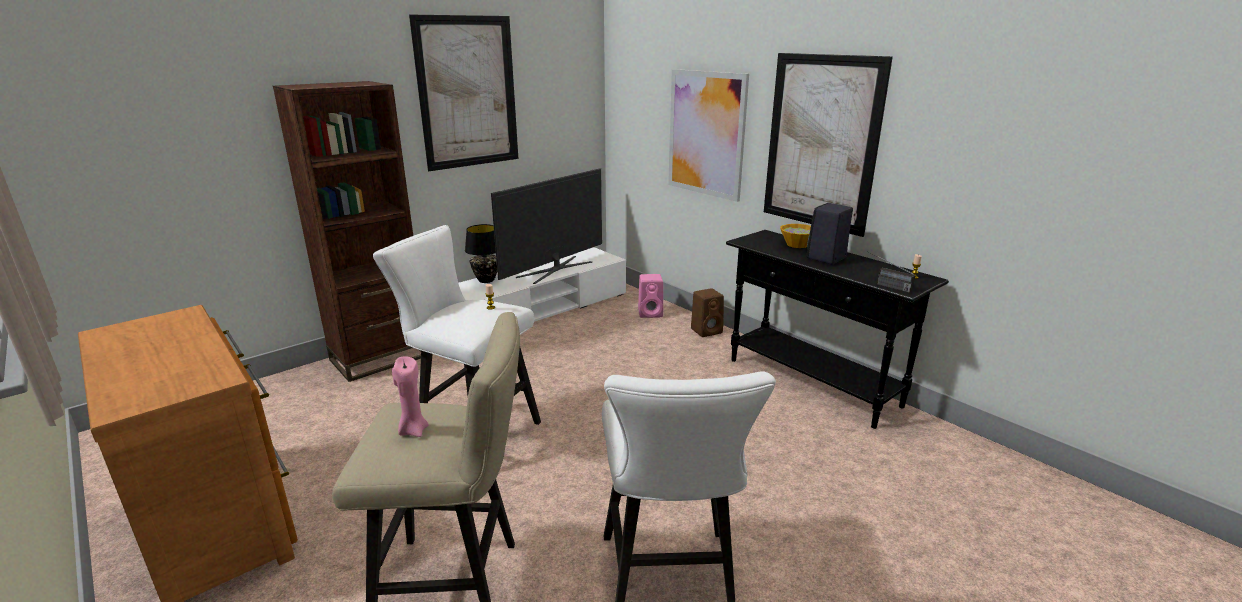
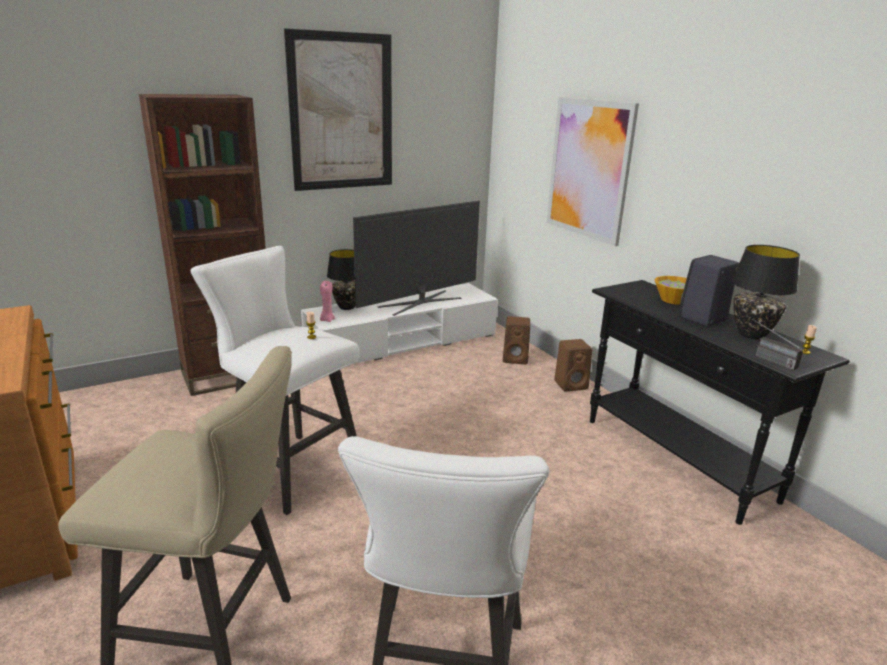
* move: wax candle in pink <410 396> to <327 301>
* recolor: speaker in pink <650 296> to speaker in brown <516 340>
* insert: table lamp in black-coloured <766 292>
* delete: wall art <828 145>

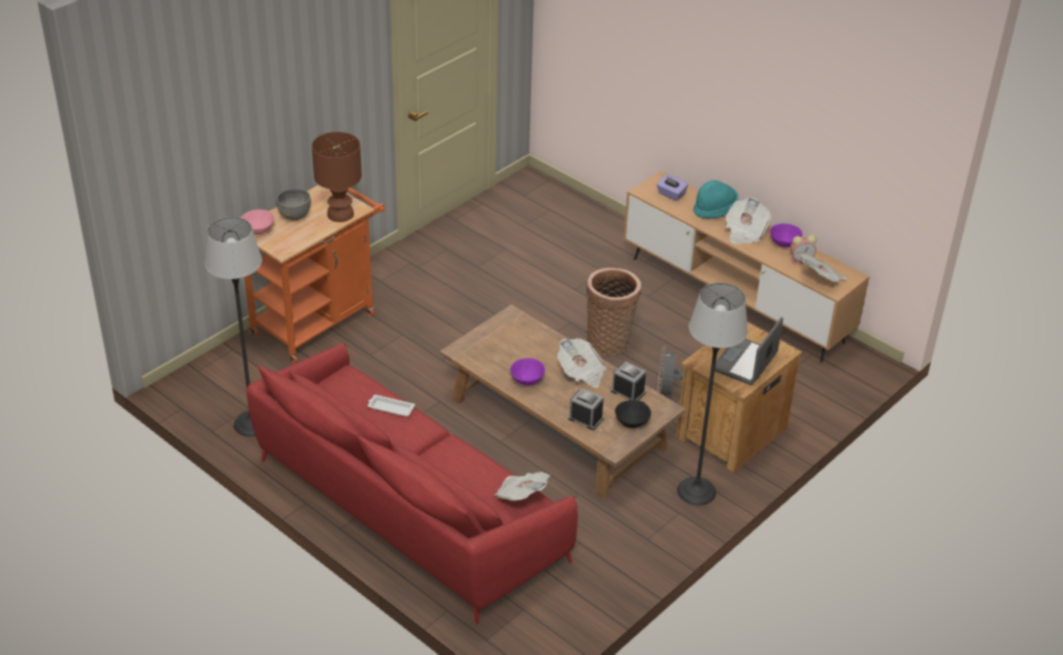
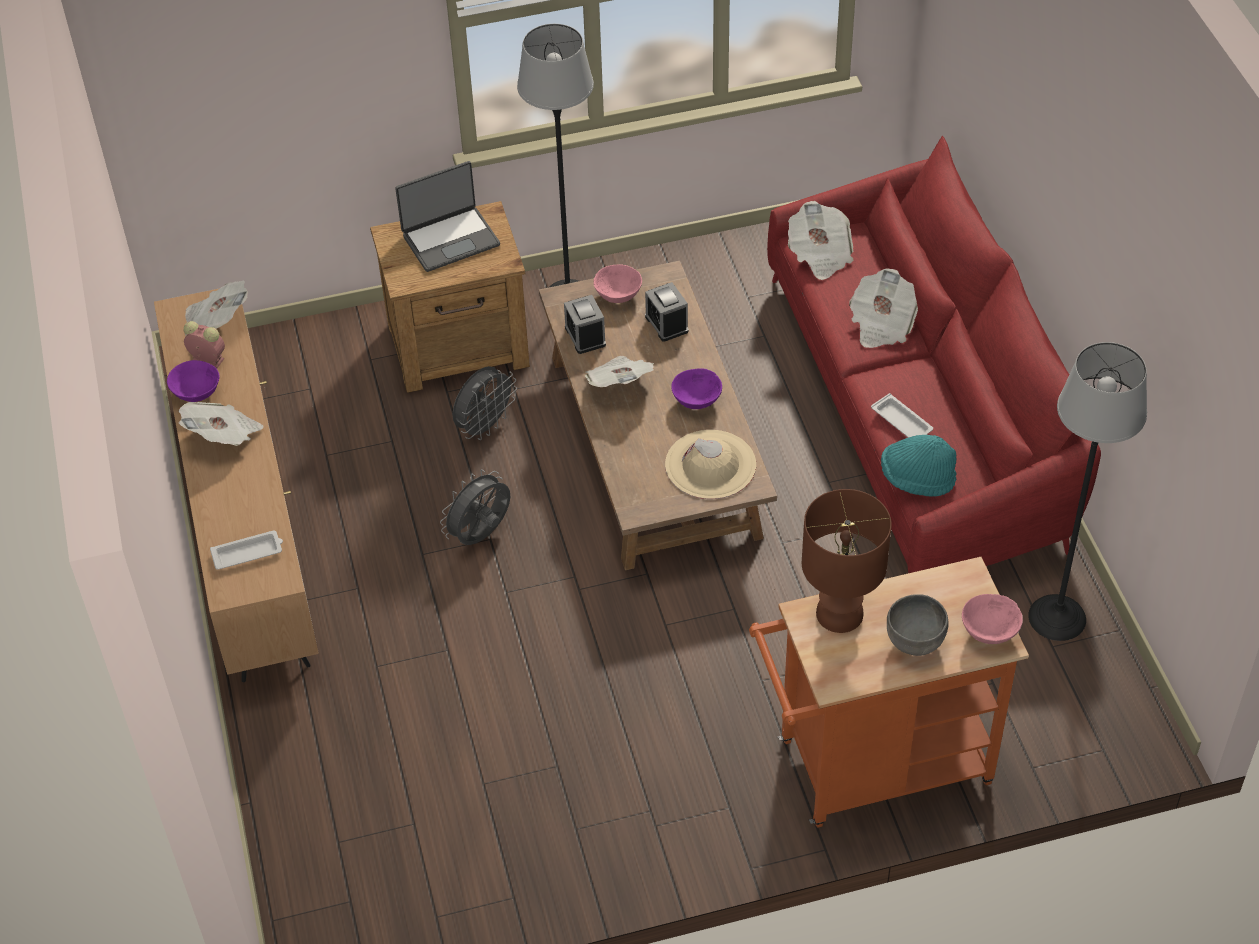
* replace: tissue holder in purple-coloured <672 188> to carrying tray in whitish <246 550>
* replace: storage basket <613 312> to electric fan in greyish <475 507>
* recolor: deep dish in black-coloured <633 414> to deep dish in pink <618 283>
* insert: clothing hat in beige <710 464>
* insert: printed paper <883 308>
* move: clothing hat in turquoise-coloured <715 199> to <919 466>

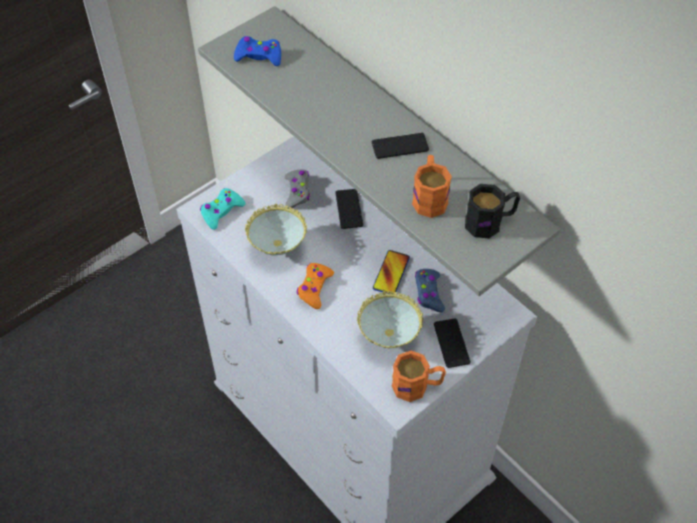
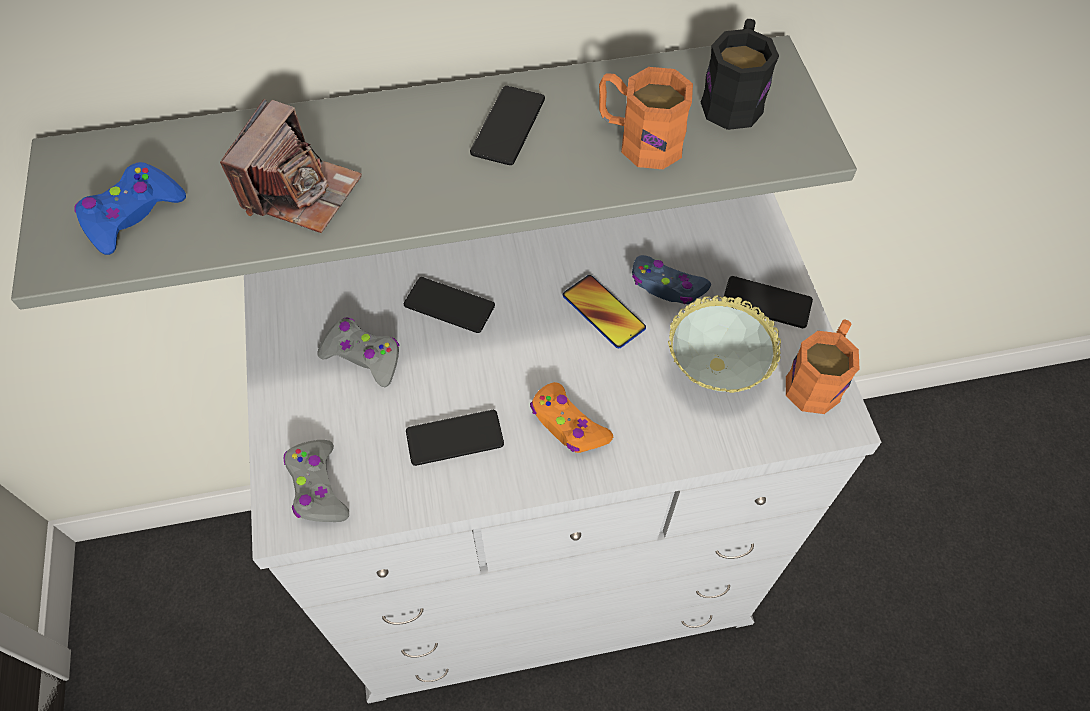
* insert: photo camera <291 166>
* recolor: joypad in turquoise-coloured <223 209> to joypad in greyish <316 481>
* replace: deep dish <276 230> to phone <455 438>

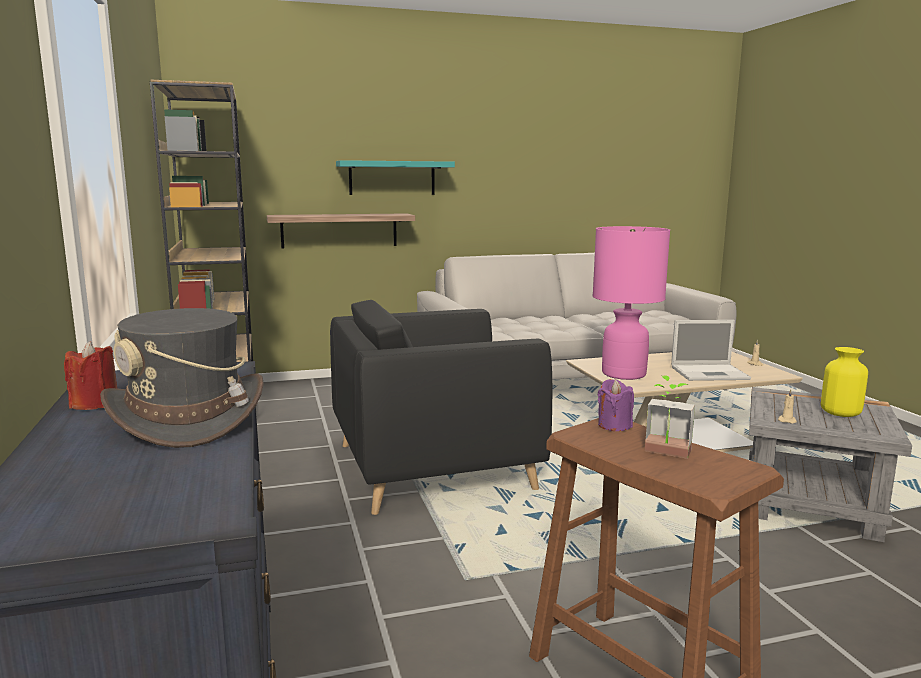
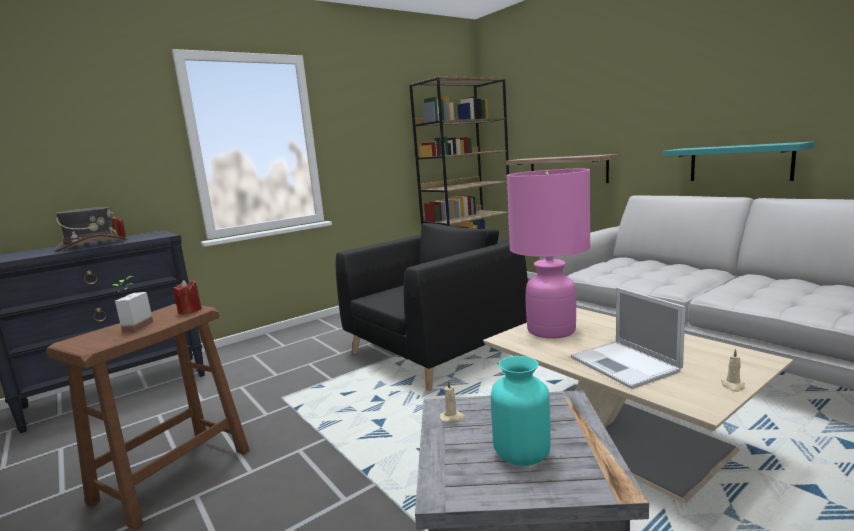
* recolor: wax candle in purple-coloured <616 405> to wax candle in red <187 297>
* rotate: lounge chair in black-coloured <441 407> = <432 307> 90 degrees clockwise
* recolor: decorative vase in yellow <844 382> to decorative vase in turquoise-coloured <520 411>
* move: shelf in turquoise-coloured <395 177> to <739 161>

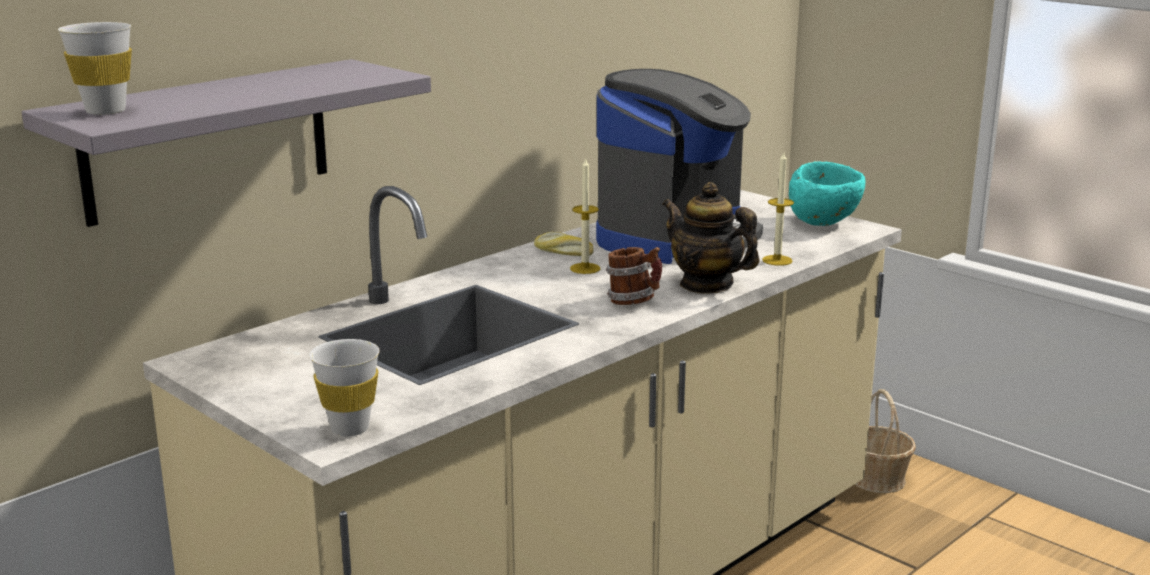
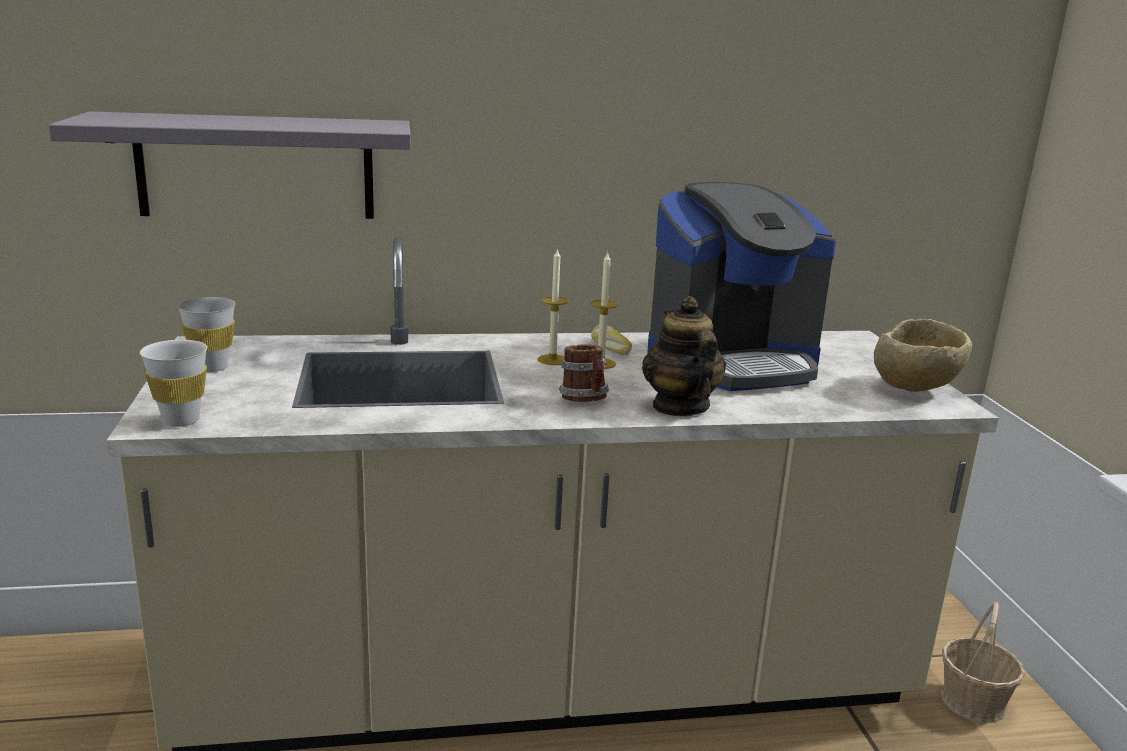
* move: small cup in whitish <95 68> to <206 334>
* move: wax candle <778 209> to <552 306>
* recolor: deep dish in turquoise-coloured <827 193> to deep dish in beige <923 355>

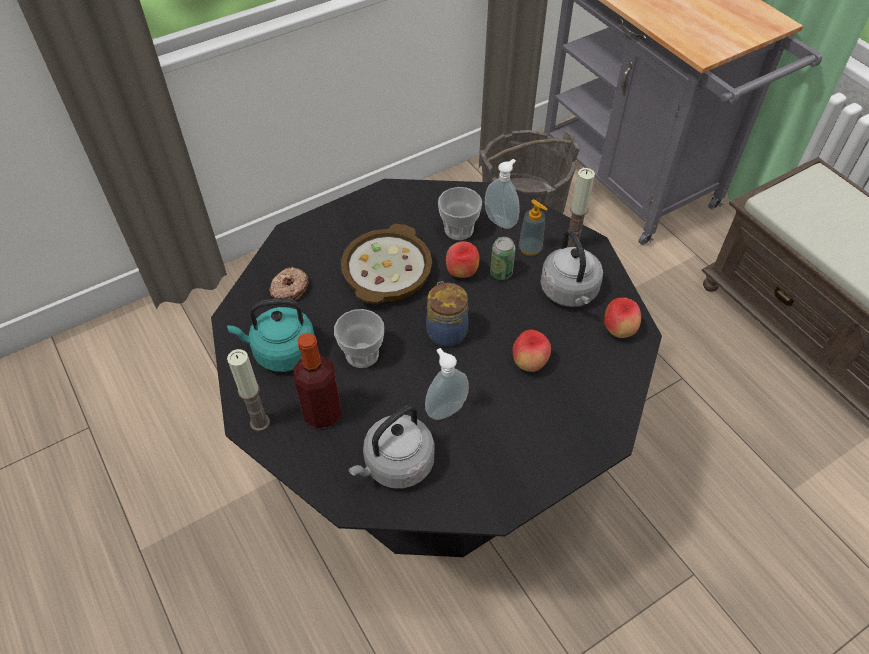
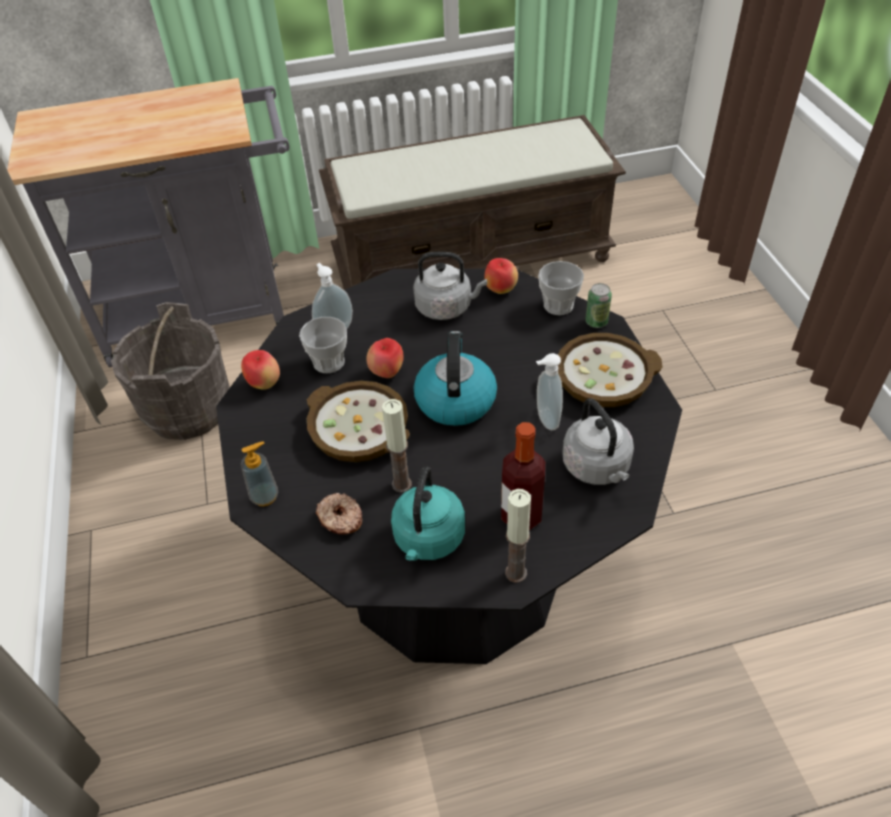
* move: apple <531 351> to <260 370>
* move: liquid soap bottle <533 227> to <259 473>
* move: wax candle <581 207> to <397 446>
* replace: jar <447 314> to kettle <455 378>
* move: small cup <359 338> to <561 288>
* insert: deep dish <610 370>
* move: metal can <503 258> to <598 305>

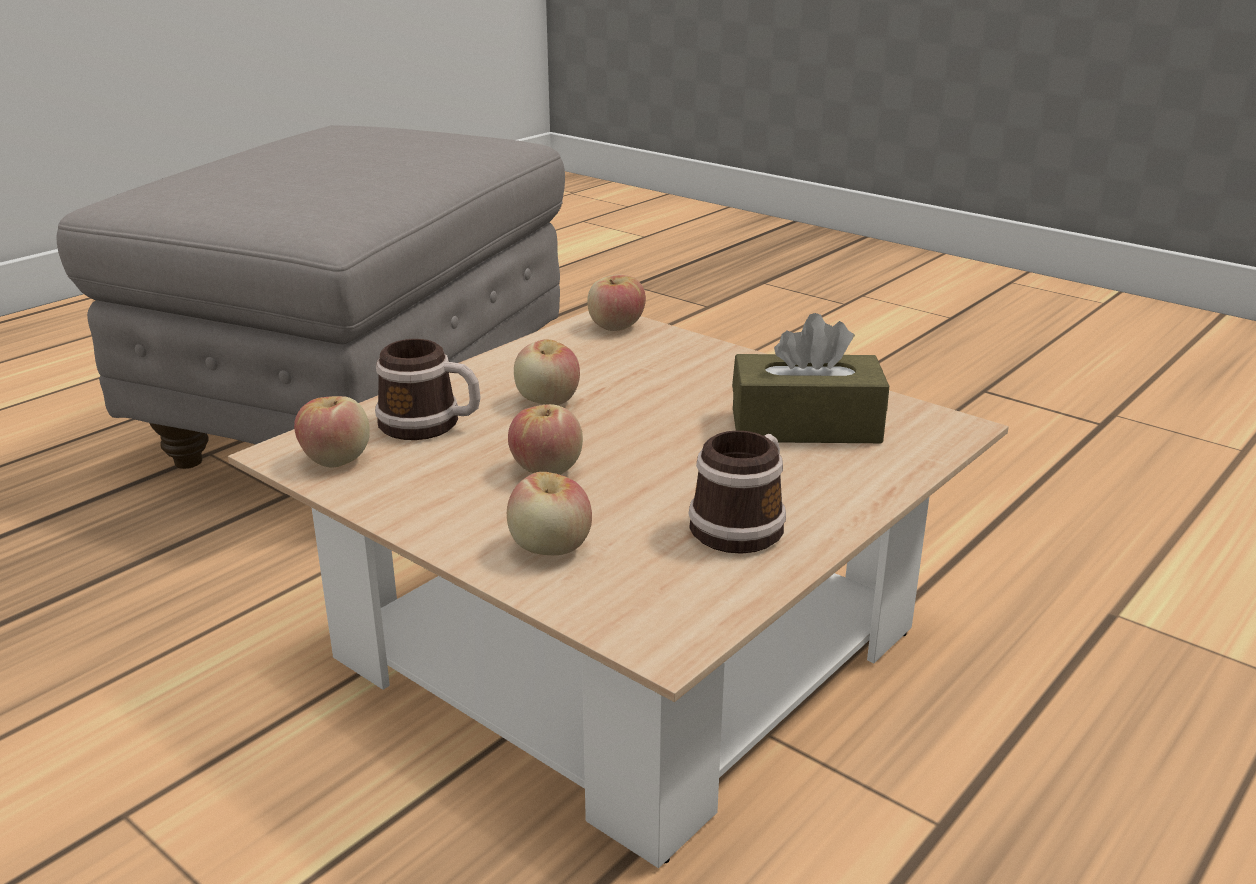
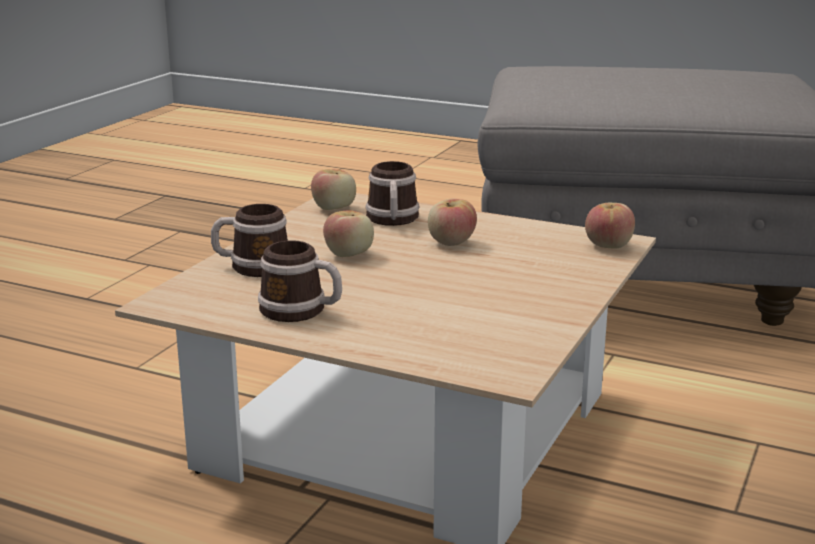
* replace: apple <549 513> to coffee mug <249 240>
* delete: tissue holder in brown <810 378>

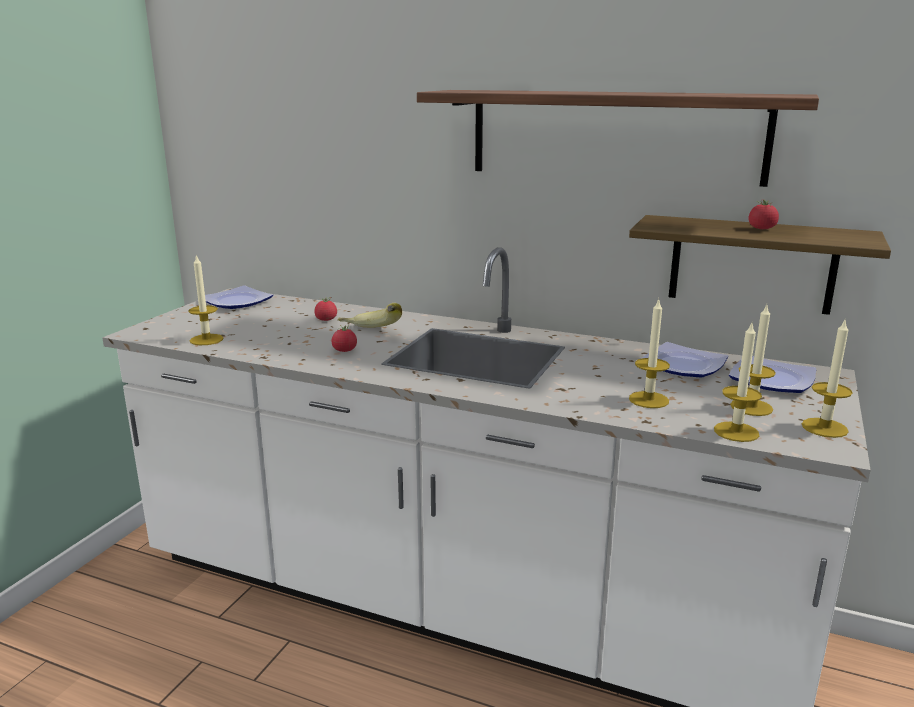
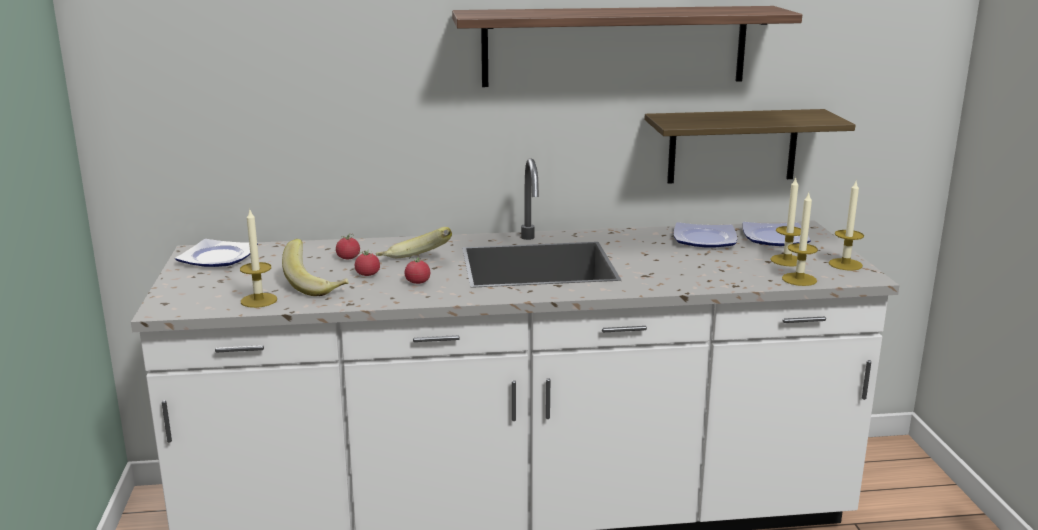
* insert: banana fruit <315 267>
* move: whole tomato <764 214> to <367 263>
* delete: wax candle <649 353>

